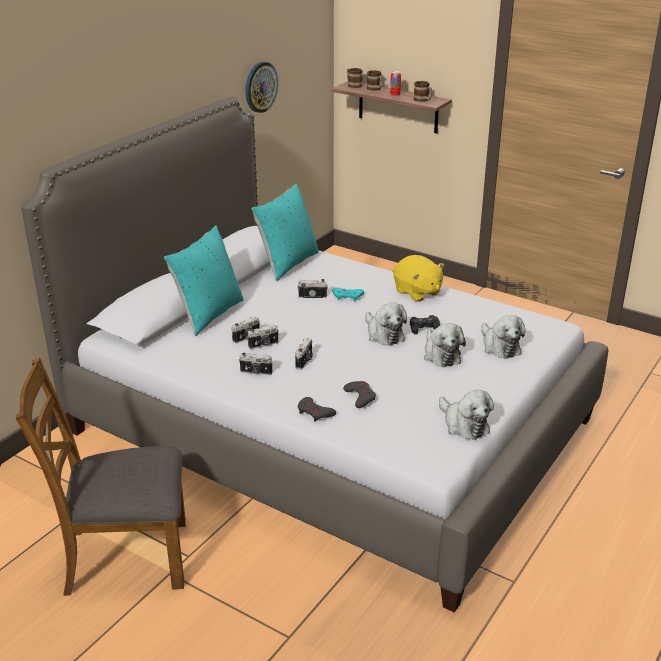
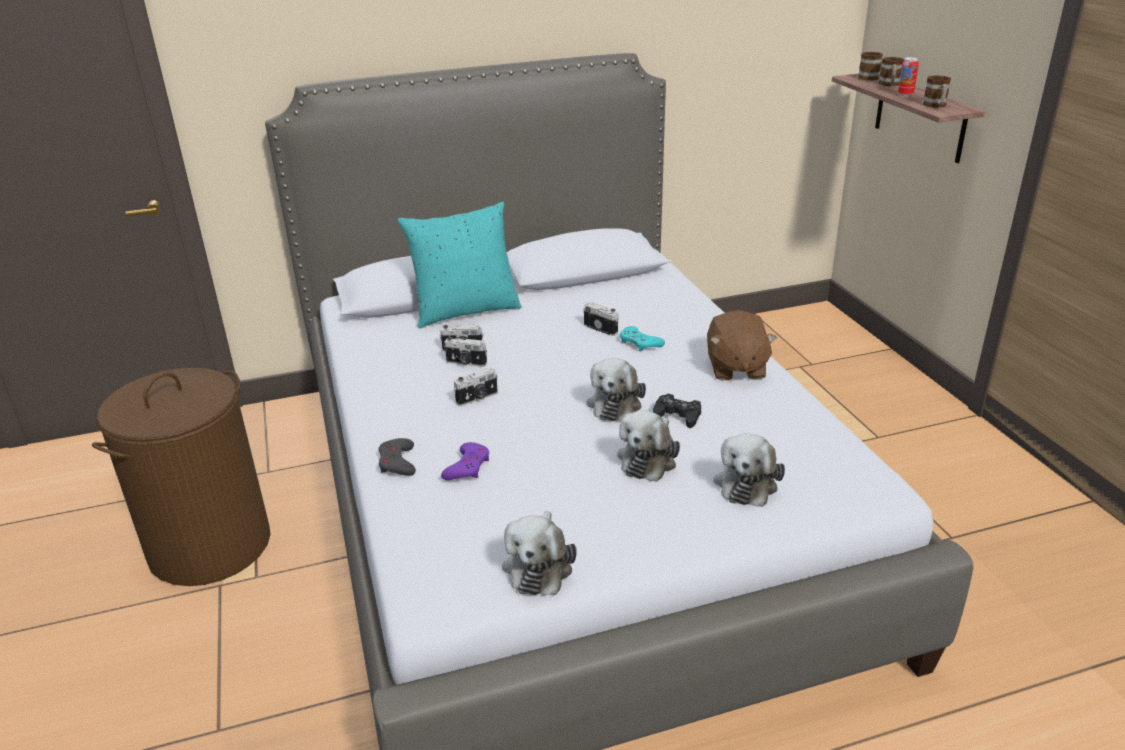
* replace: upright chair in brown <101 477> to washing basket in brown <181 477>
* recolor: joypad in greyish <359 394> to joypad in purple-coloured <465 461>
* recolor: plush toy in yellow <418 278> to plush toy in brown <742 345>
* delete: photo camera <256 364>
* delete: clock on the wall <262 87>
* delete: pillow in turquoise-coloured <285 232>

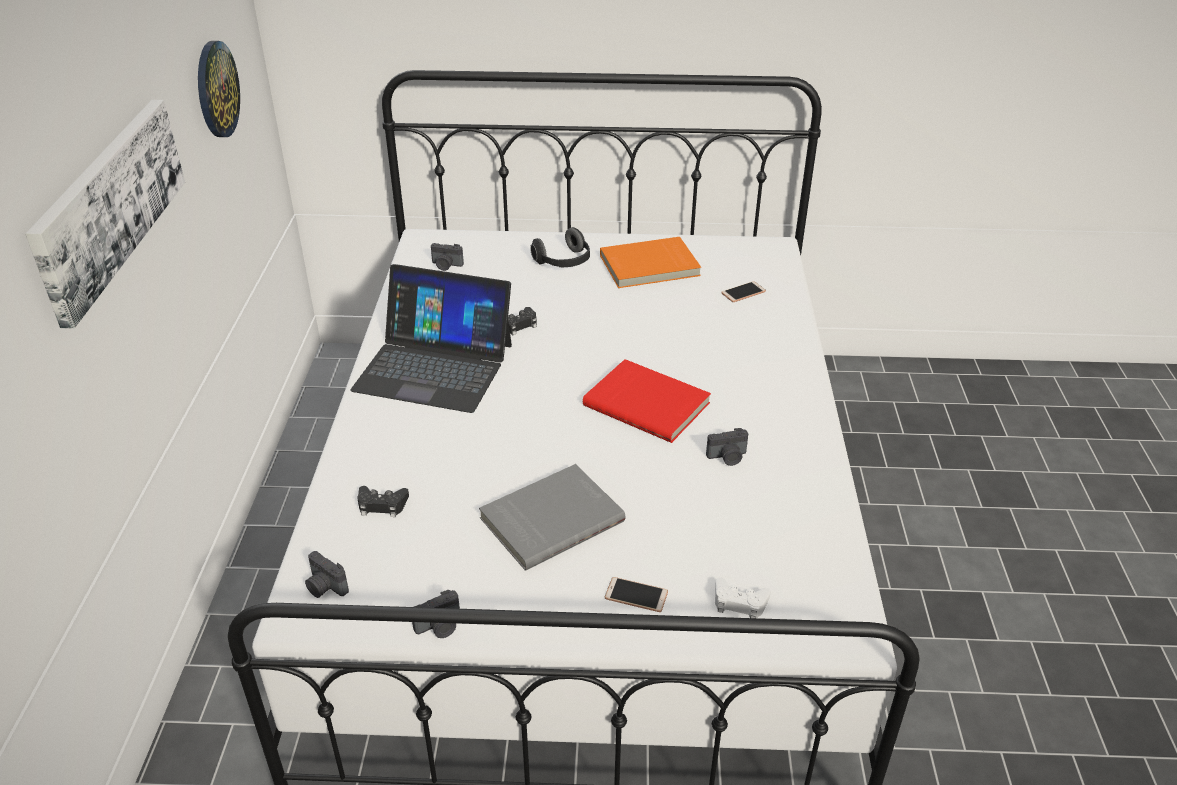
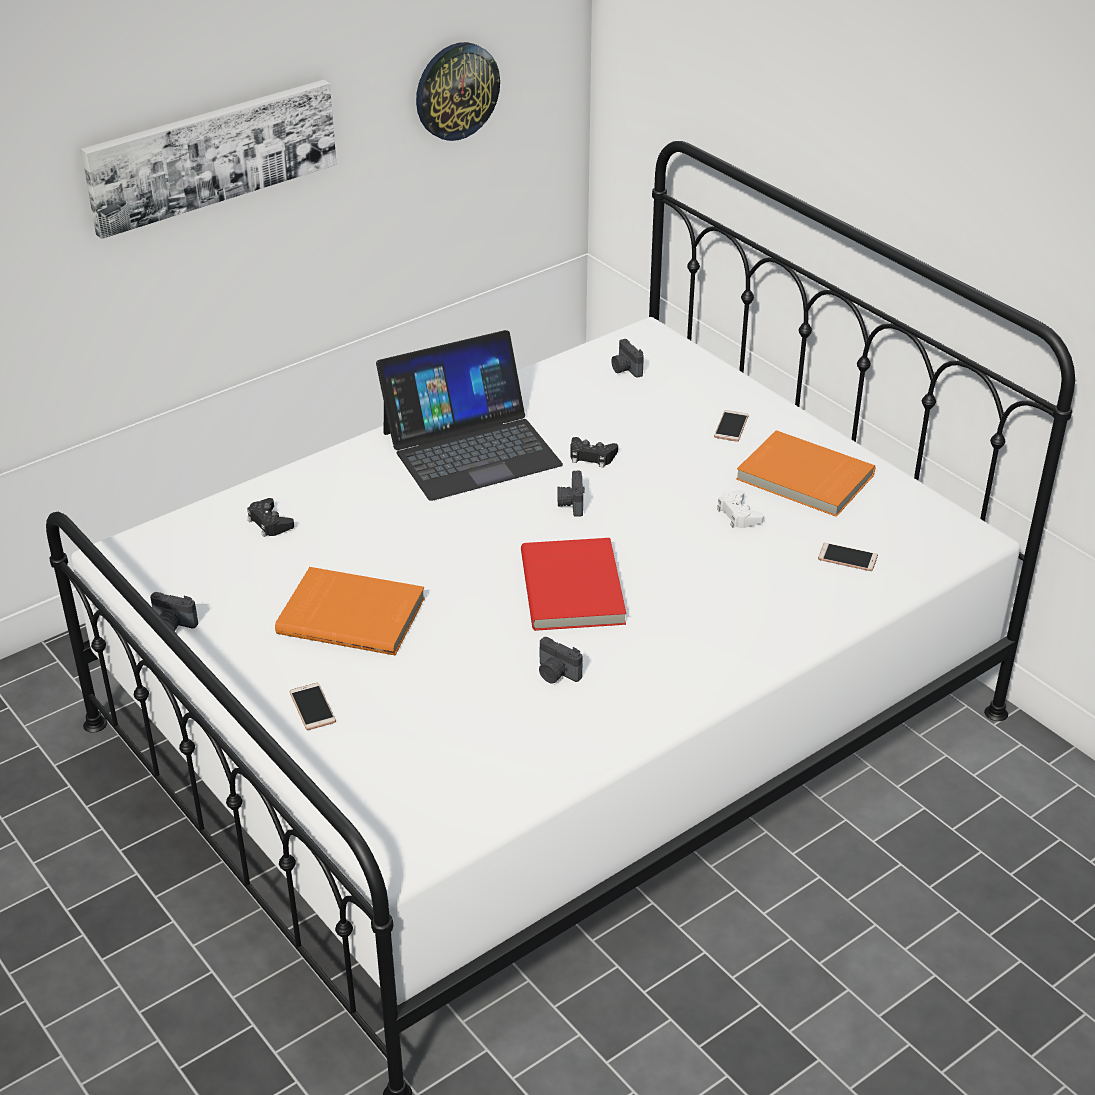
* recolor: book in greyish <552 517> to book in orangey <350 611>
* rotate: portable computer <431 338> = <469 415> 90 degrees counterclockwise
* move: photo camera <327 574> to <571 494>
* replace: pair of headphones <560 247> to phone <731 426>
* move: joypad in whitish <743 598> to <740 509>

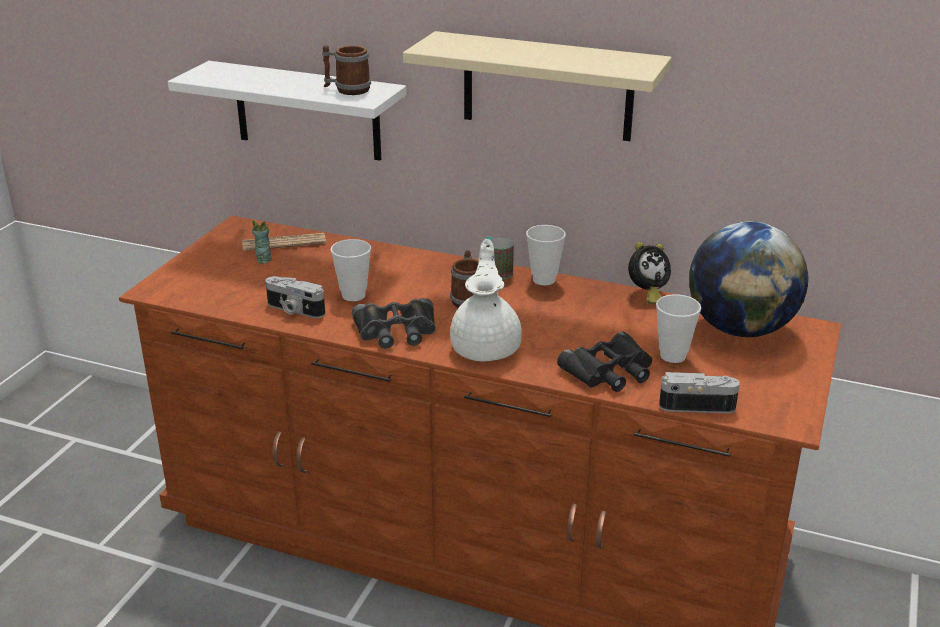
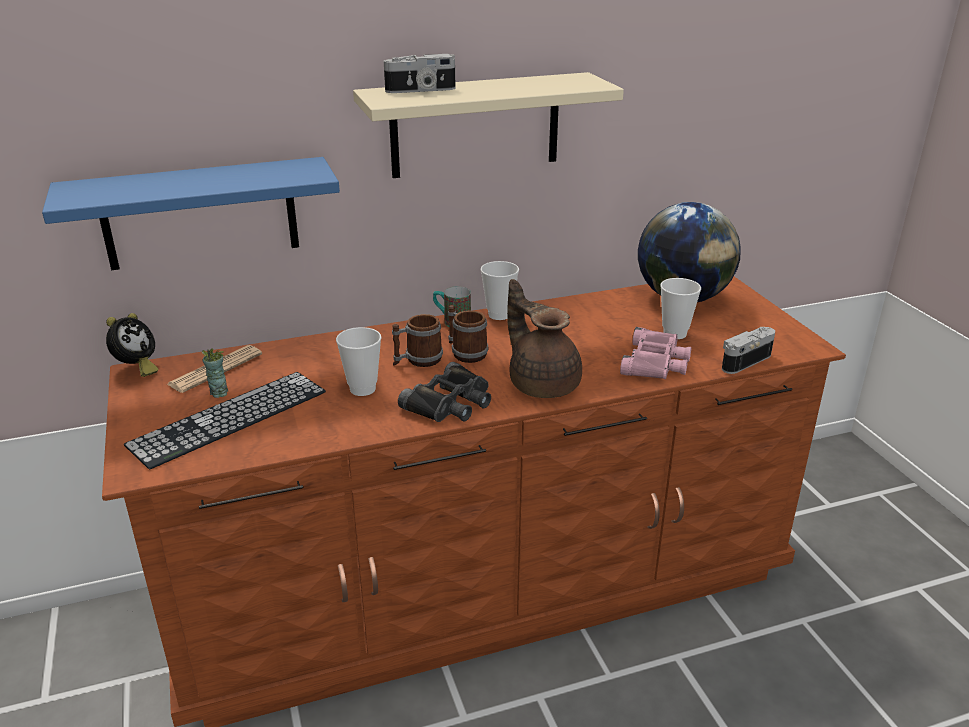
* recolor: shelf in whitish <287 111> to shelf in blue-coloured <191 213>
* move: bedside clock <649 273> to <132 345>
* insert: keyboard <225 421>
* move: photo camera <295 297> to <420 73>
* move: coffee mug <346 70> to <417 340>
* recolor: tea pot in whitish <486 300> to tea pot in brown <544 338>
* recolor: field glasses in black-coloured <604 362> to field glasses in pink <655 353>

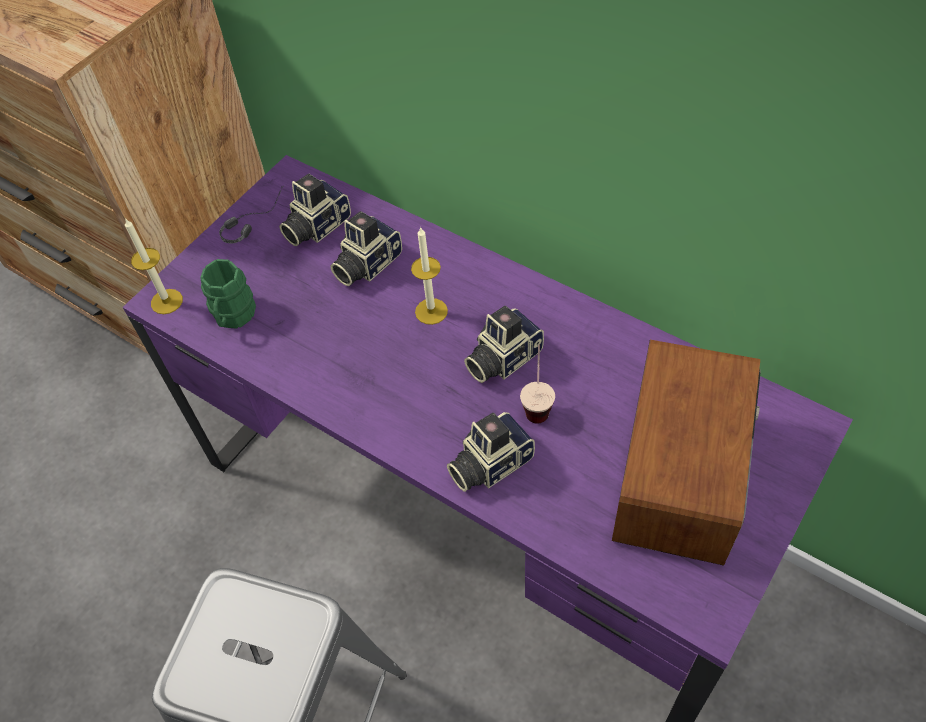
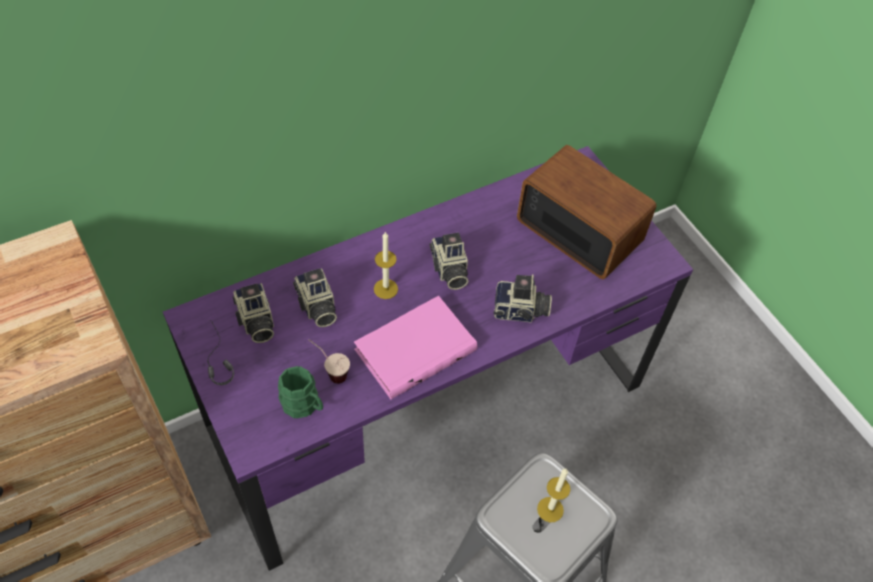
* move: small cup <537 383> to <329 361>
* insert: book in pink <416 347>
* rotate: photo camera <491 452> = <523 298> 75 degrees counterclockwise
* move: wax candle <154 266> to <553 495>

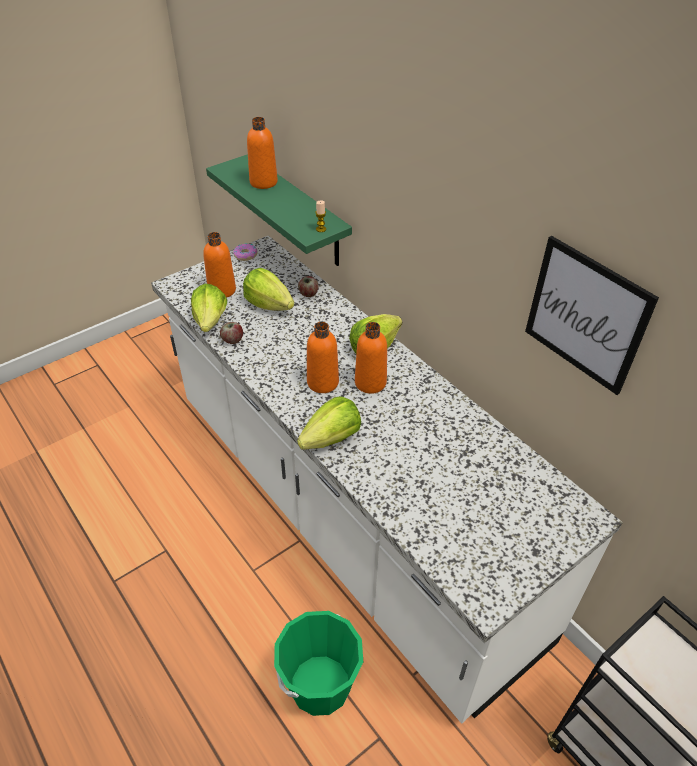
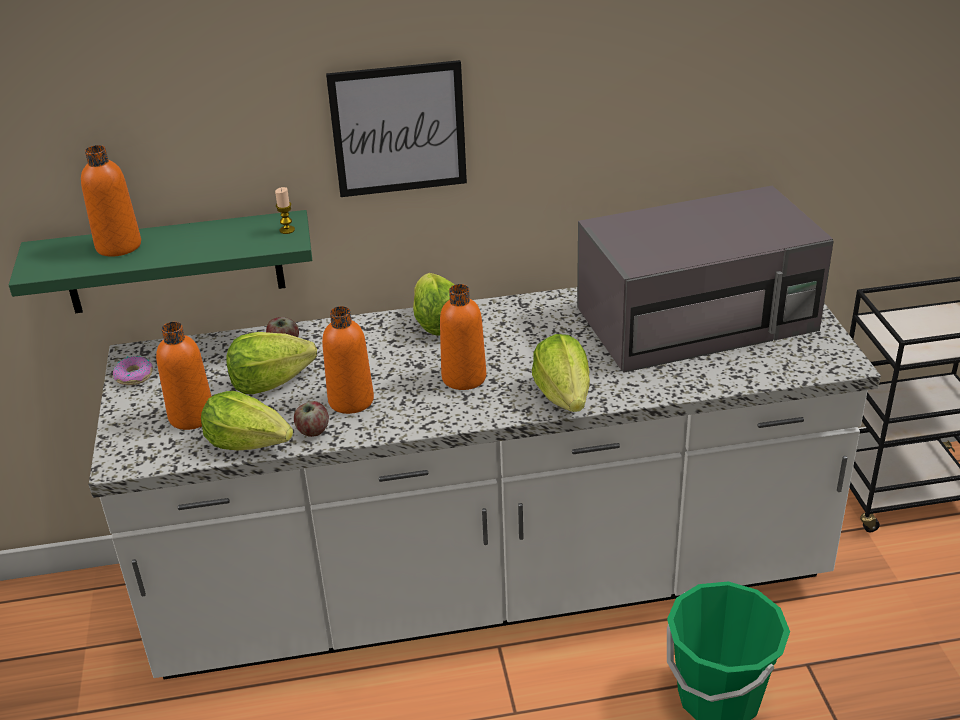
* move: drink bottle in orangey <371 358> to <348 360>
* move: wall art <592 315> to <396 128>
* insert: microwave in greyish <705 279>

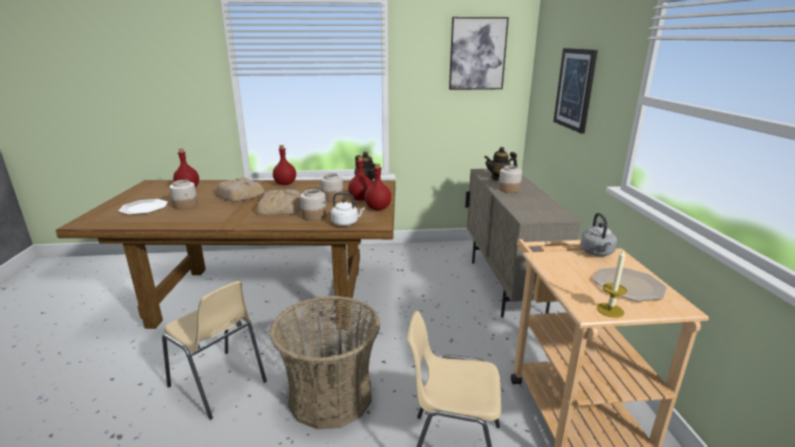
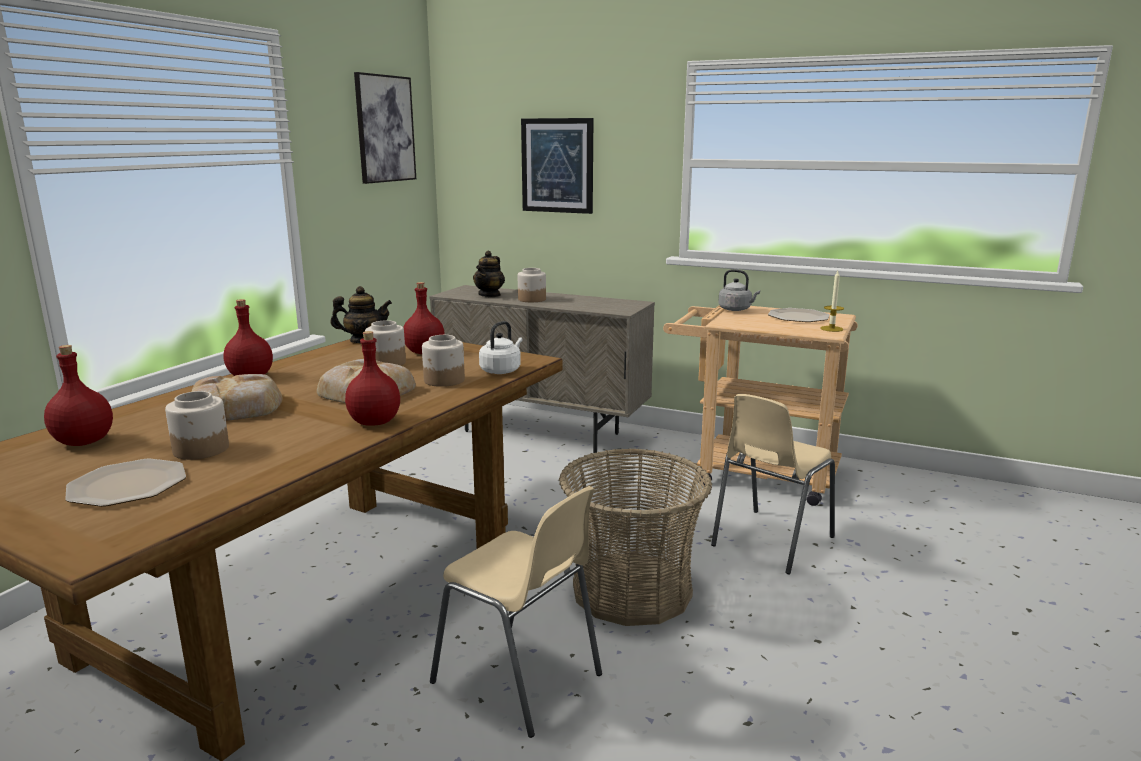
* move: drink bottle in red <377 187> to <372 378>
* rotate: upright chair in beige <214 350> = <516 612> 60 degrees clockwise

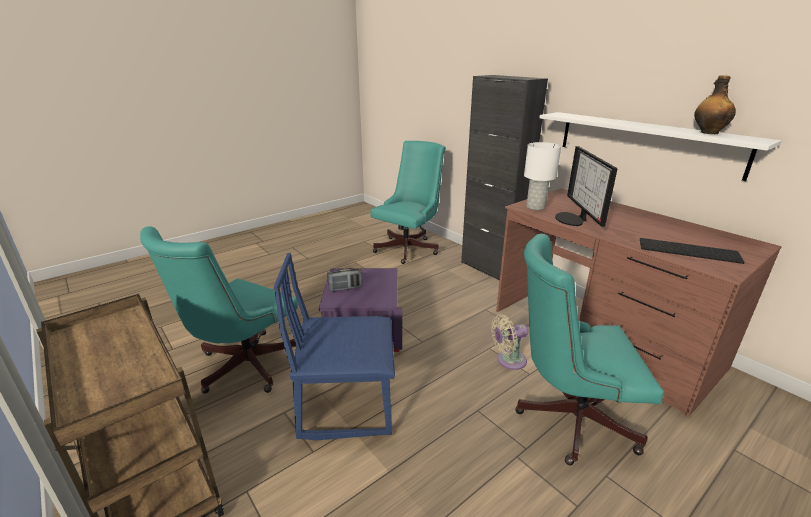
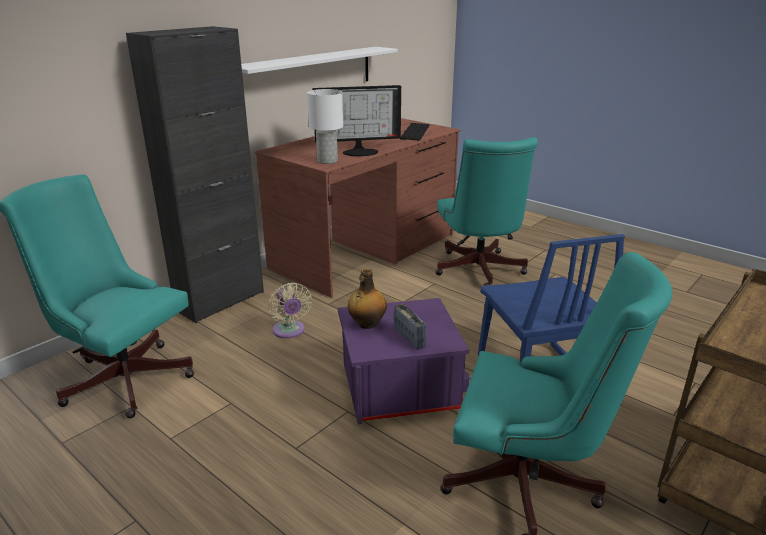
* move: electric fan in beige <509 342> to <290 310>
* move: drink bottle <715 104> to <367 298>

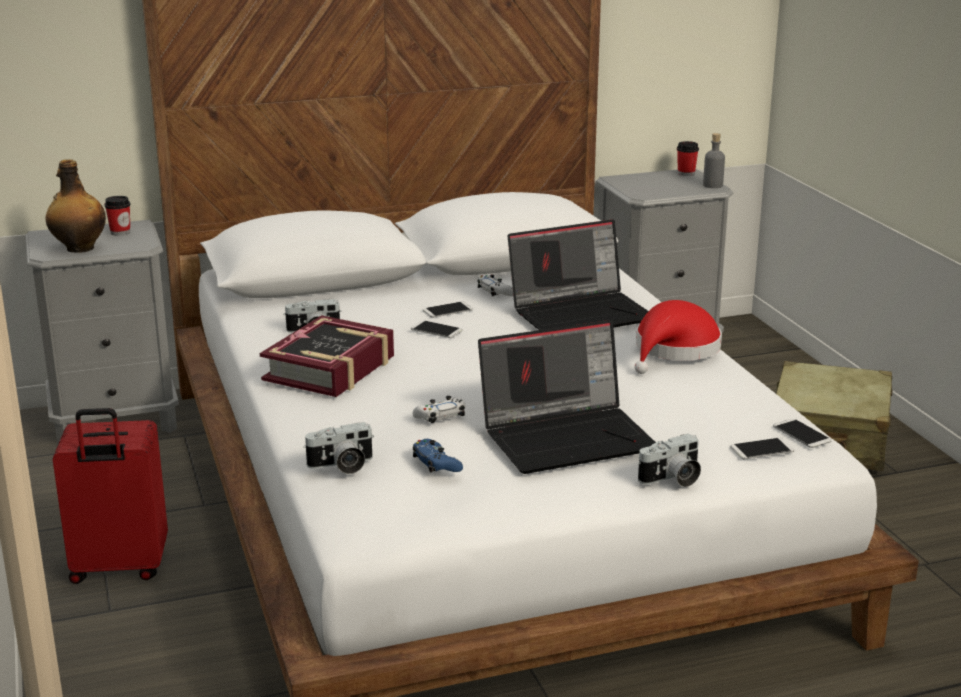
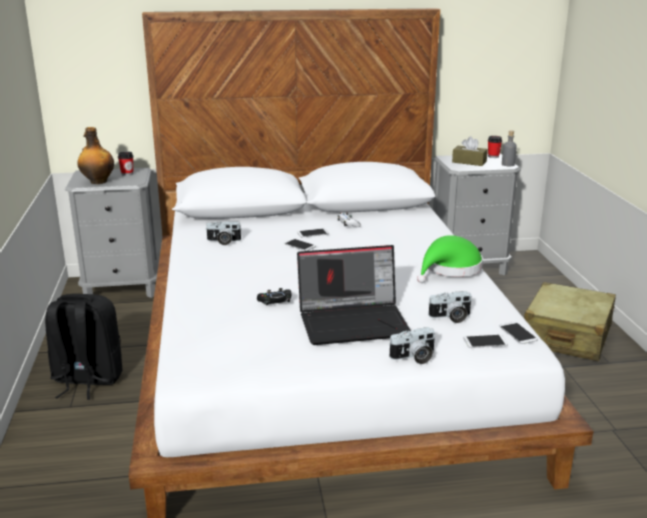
* replace: travel case in red <110 496> to backpack in black-coloured <83 347>
* recolor: joypad in whitish <438 409> to joypad in black-coloured <274 296>
* recolor: clothing hat in red <678 337> to clothing hat in greenish <450 259>
* move: photo camera <338 448> to <449 307>
* insert: tissue holder in brown <470 151>
* delete: book <327 356>
* delete: joypad in blue-coloured <438 456>
* delete: portable computer <578 274>

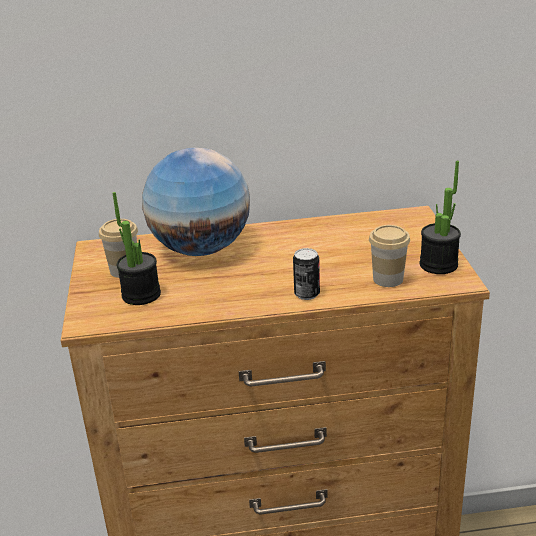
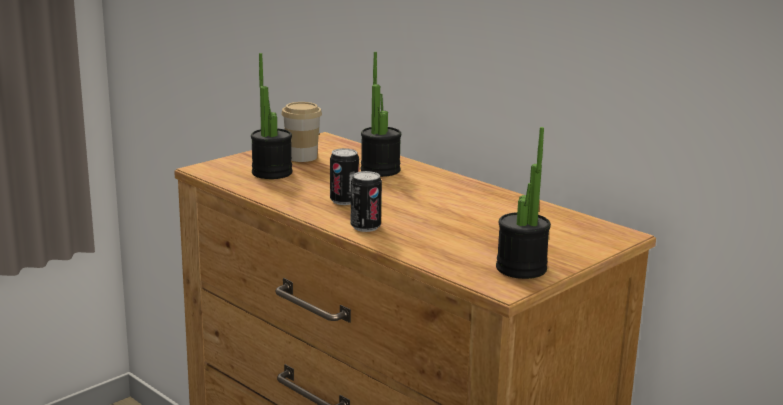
* insert: metal can <344 176>
* replace: desk globe <196 202> to potted plant <381 114>
* delete: small cup <389 256>

